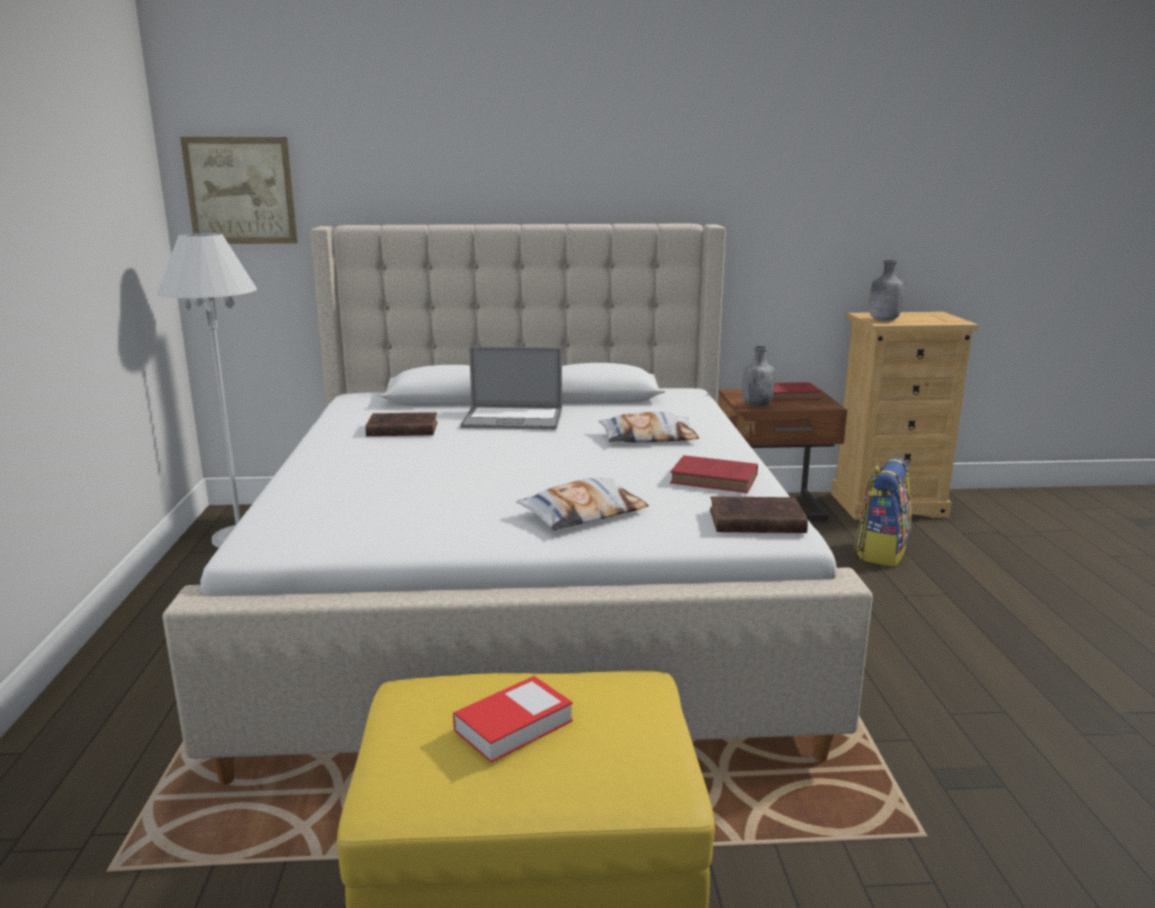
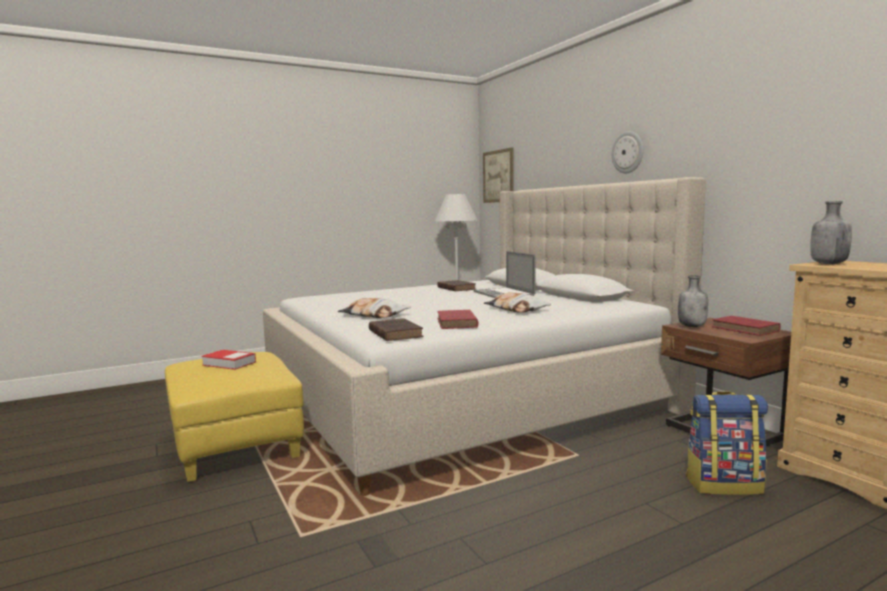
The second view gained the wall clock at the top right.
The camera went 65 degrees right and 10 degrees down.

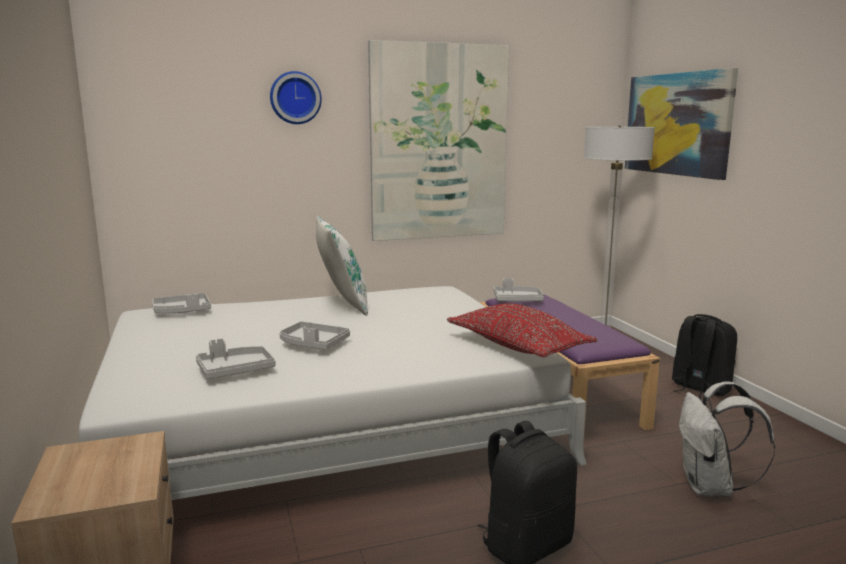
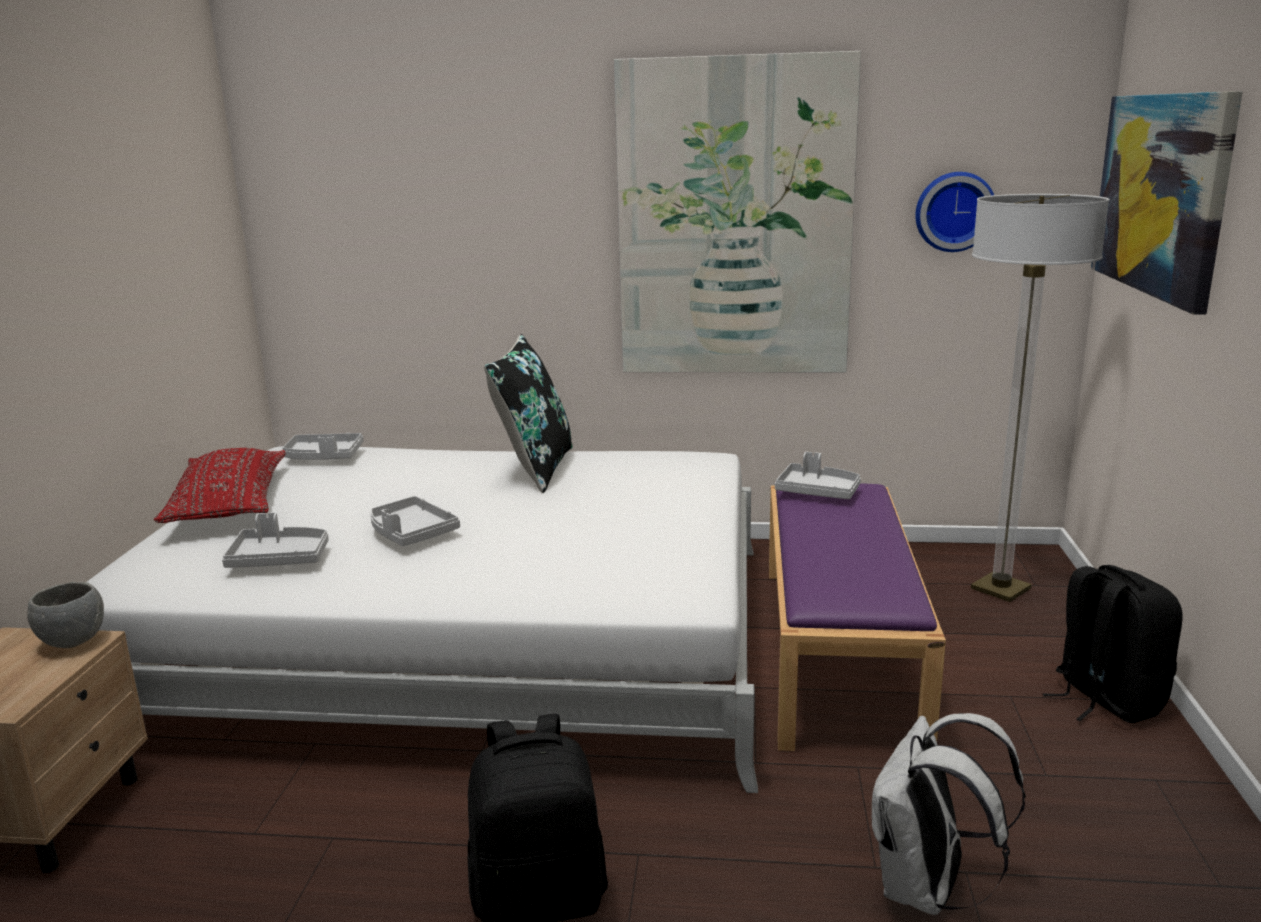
The second view gained the bowl in grey at the bottom left.
The pillow in red ended up elsewhere, having gone from the centre to the middle left.
What was the pillow in white at the centre turned into the pillow in black at the centre.
The wall clock ended up elsewhere, having gone from the top centre to the top right.
The camera went 25 degrees right and 5 degrees up.

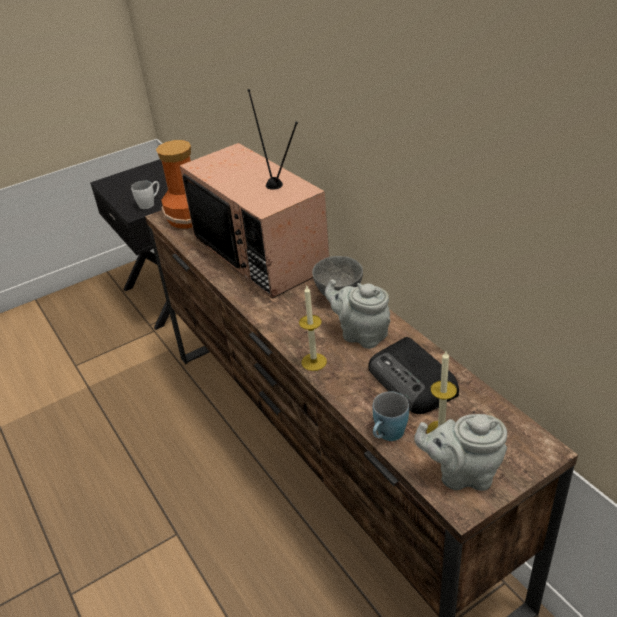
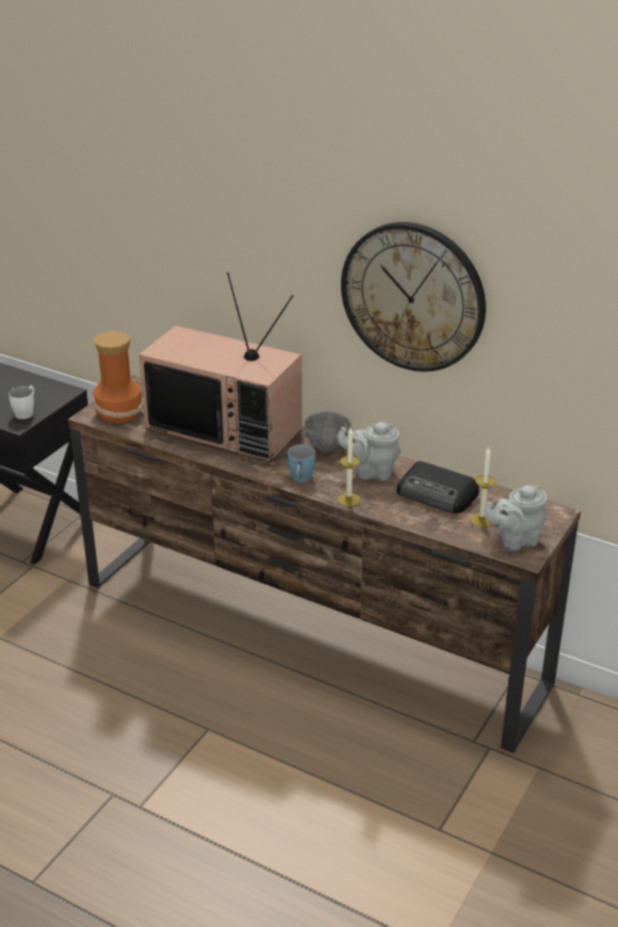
The mug in blue ended up elsewhere, having gone from the bottom centre to the centre.
The second view gained the wall clock at the top right.
The camera went 30 degrees left and 5 degrees down.

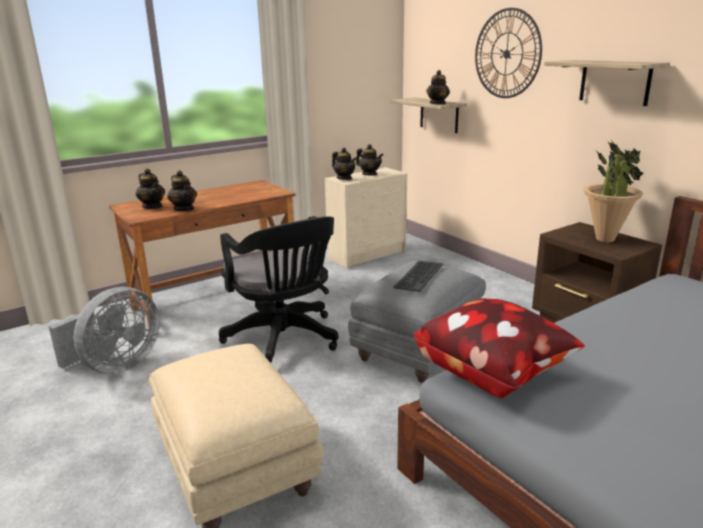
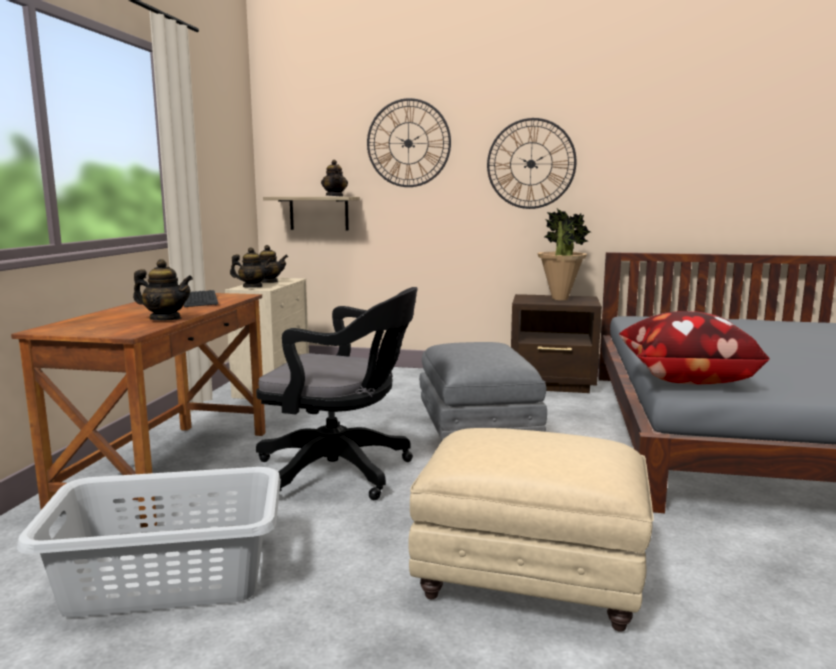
Where the fan in grey stood at the middle left, the laundry basket in grey came to stand at the bottom left.
The keyboard ended up elsewhere, having gone from the centre to the middle left.
Where the shelf (no. 2 from left) hung at the top right, the wall clock (no. 2 from left) came to hang at the top centre.
The second view lost the teapot (no. 1 from left) at the middle left.
The camera went 45 degrees left and 10 degrees down.

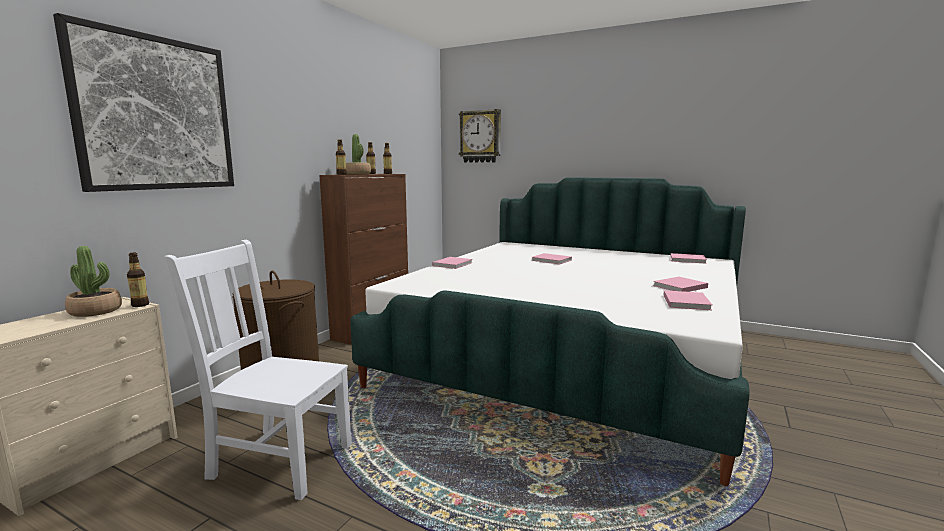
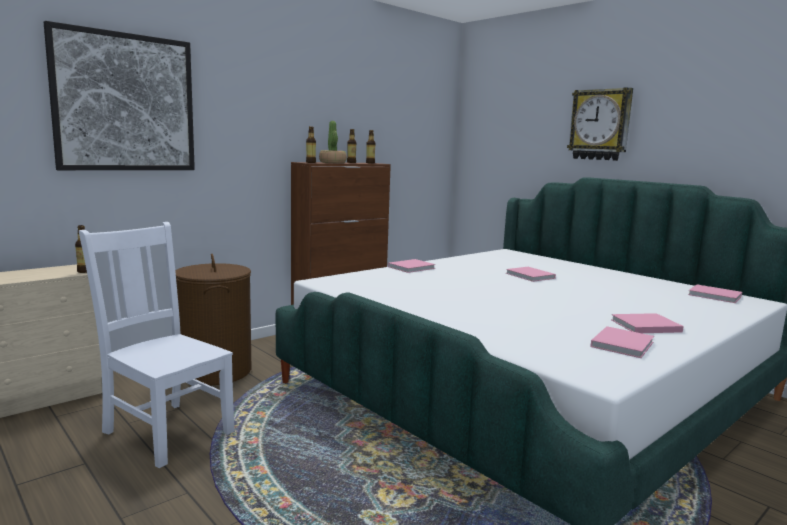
The wall clock ended up elsewhere, having gone from the top centre to the top right.
The second view lost the potted plant (no. 1 from left) at the middle left.
The camera went 20 degrees right and 0 degrees up.

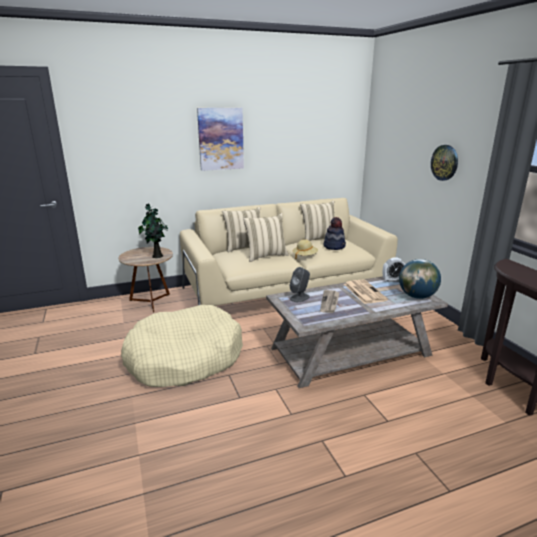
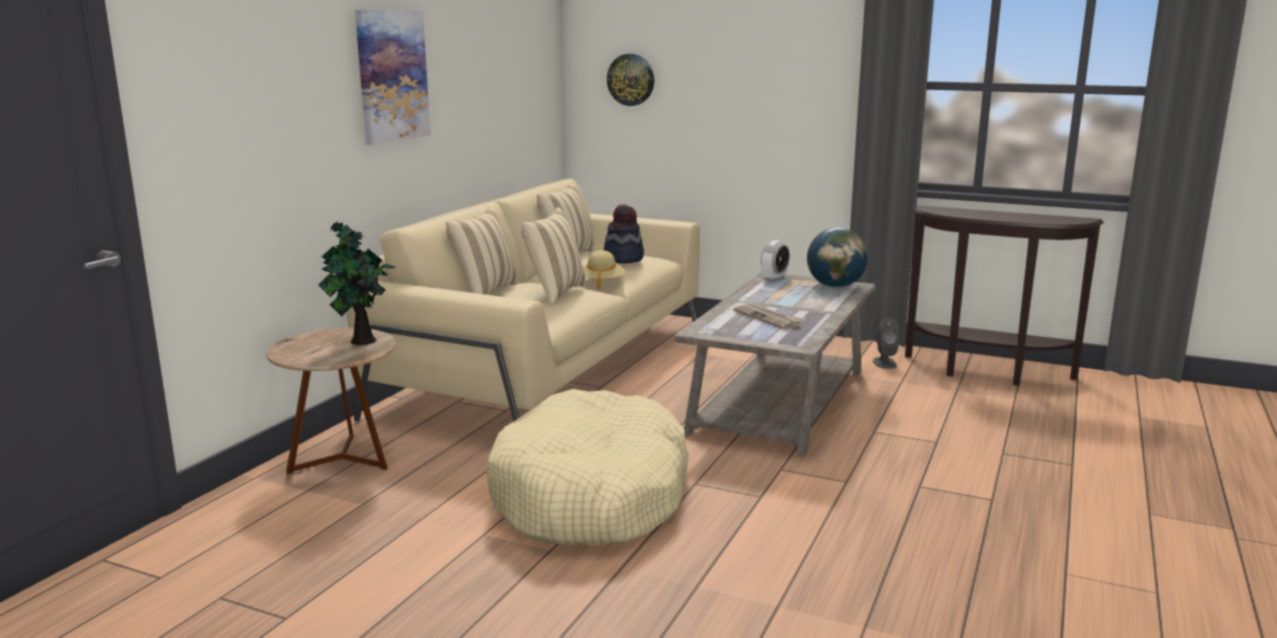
The wall clock ended up elsewhere, having gone from the top right to the top centre.
The speaker in grey ended up elsewhere, having gone from the centre to the middle right.
The second view lost the newspaper (no. 2 from left) at the middle right.
The camera went 45 degrees left and 5 degrees down.

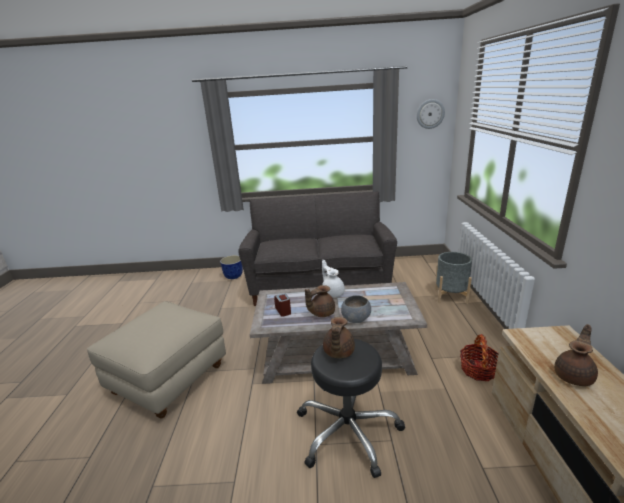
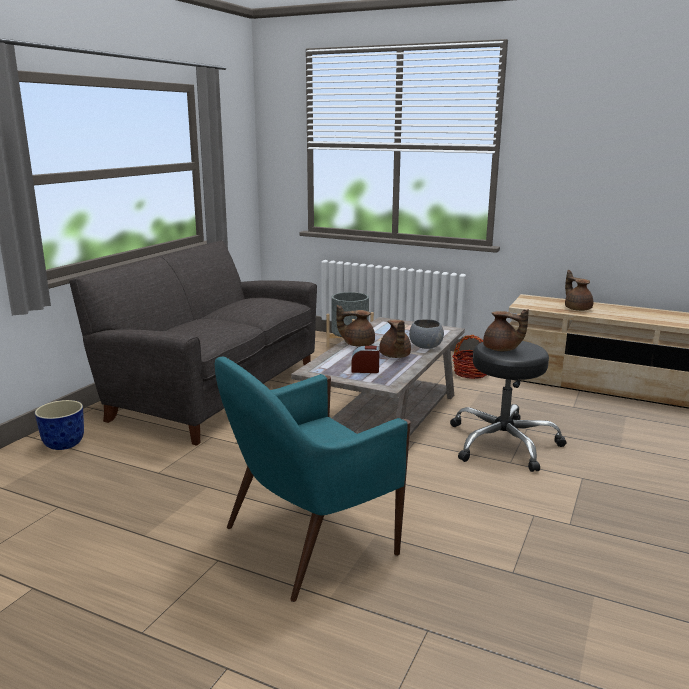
Where the ottoman in beige stood at the bottom left, the armchair in turquoise came to stand at the bottom centre.
What was the teapot in white at the centre turned into the teapot in brown (no. 1 from left) at the centre.
The second view lost the wall clock at the top right.
The camera went 65 degrees left and 5 degrees down.

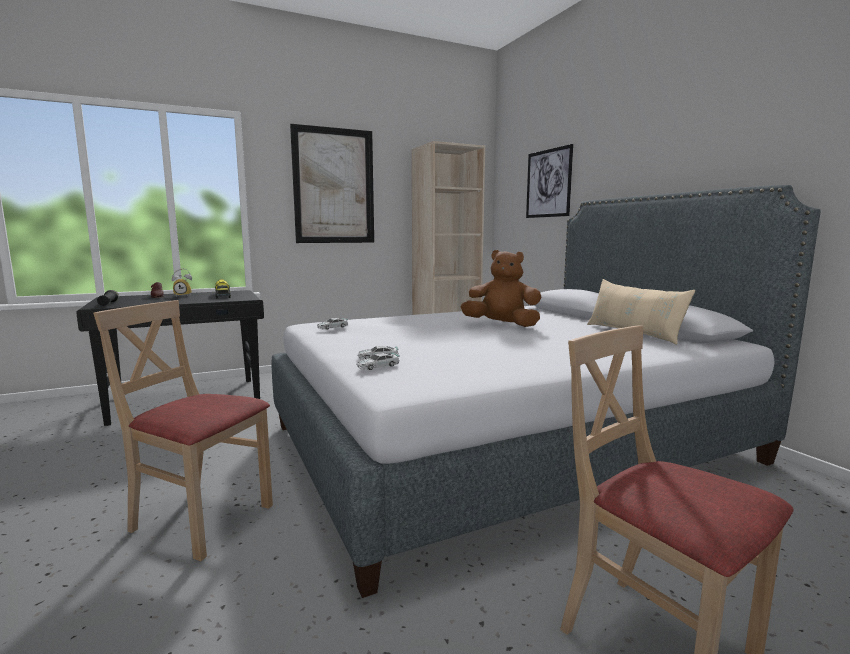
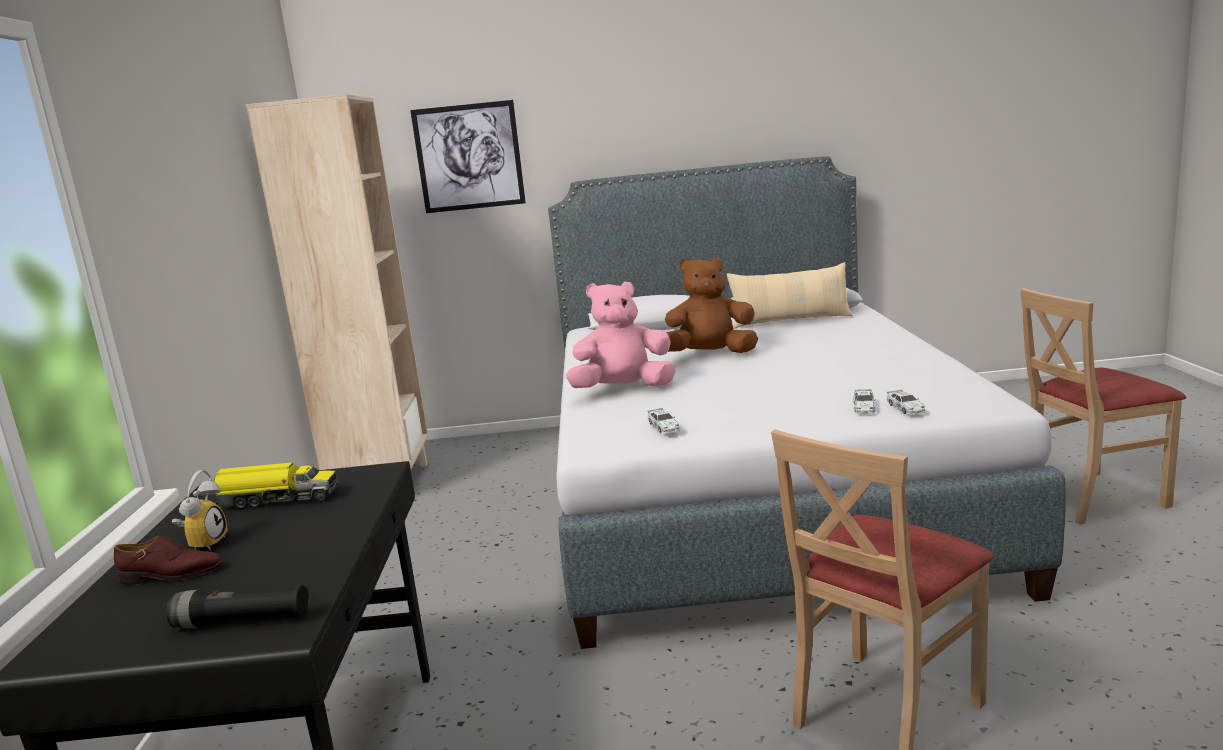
The second view gained the plush toy in pink at the centre.
The plush toy in brown at the centre ended up facing another way, 45 degrees clockwise from before.
The second view lost the picture (no. 1 from left) at the top centre.
The camera went 65 degrees left and 5 degrees up.

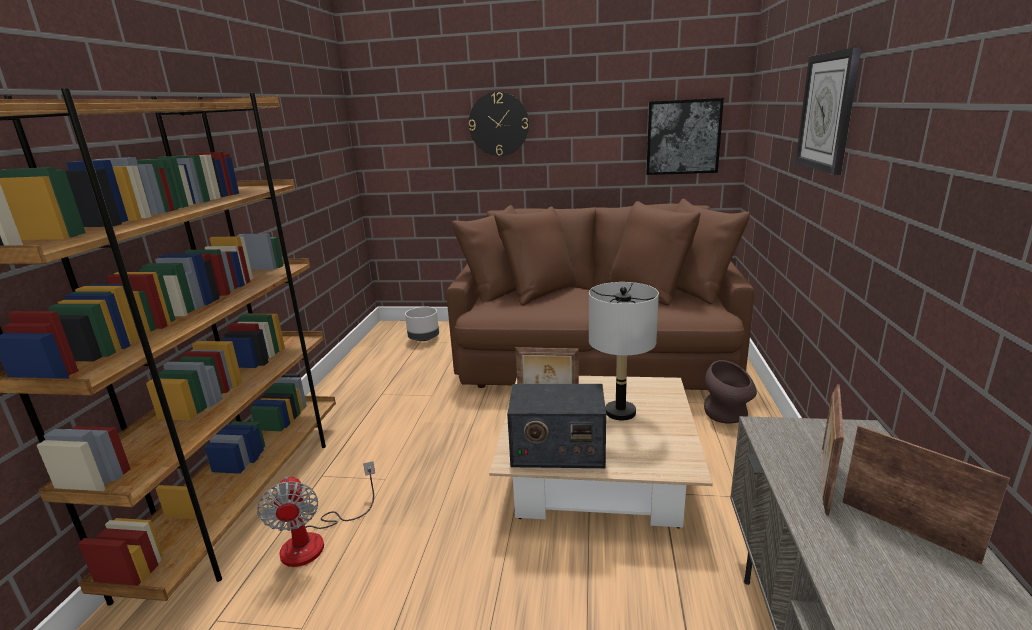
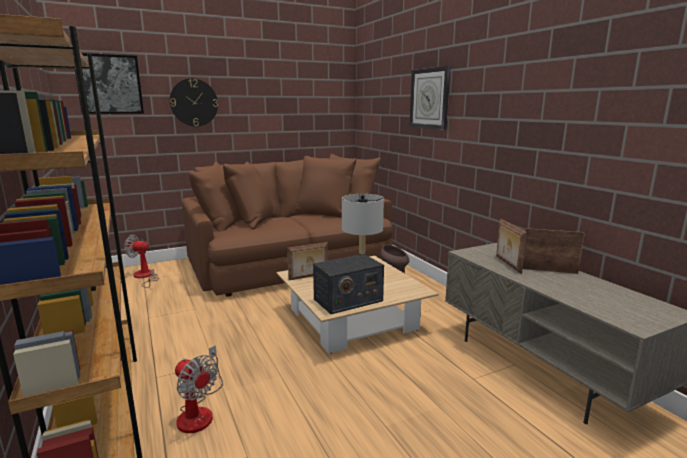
The picture ended up elsewhere, having gone from the top centre to the top left.
Where the planter in grey stood at the centre, the fan (no. 1 from left) came to stand at the middle left.
The camera went 35 degrees left and 5 degrees down.

